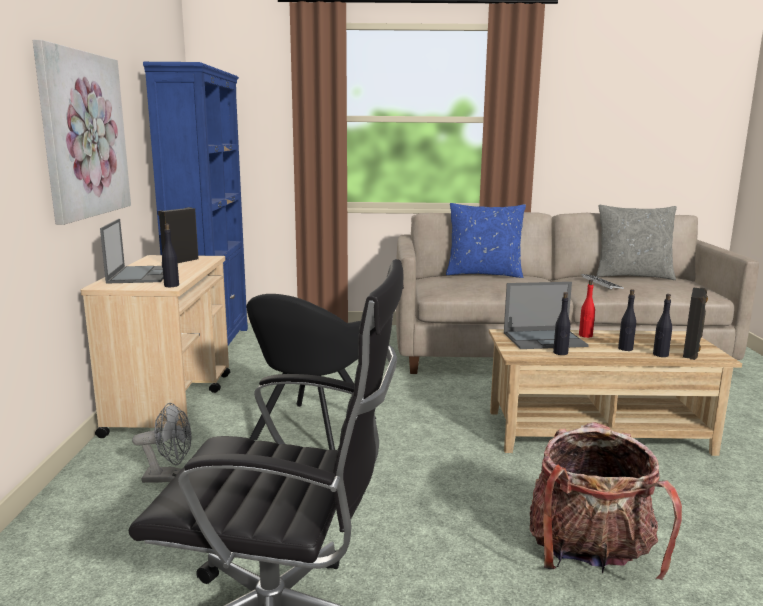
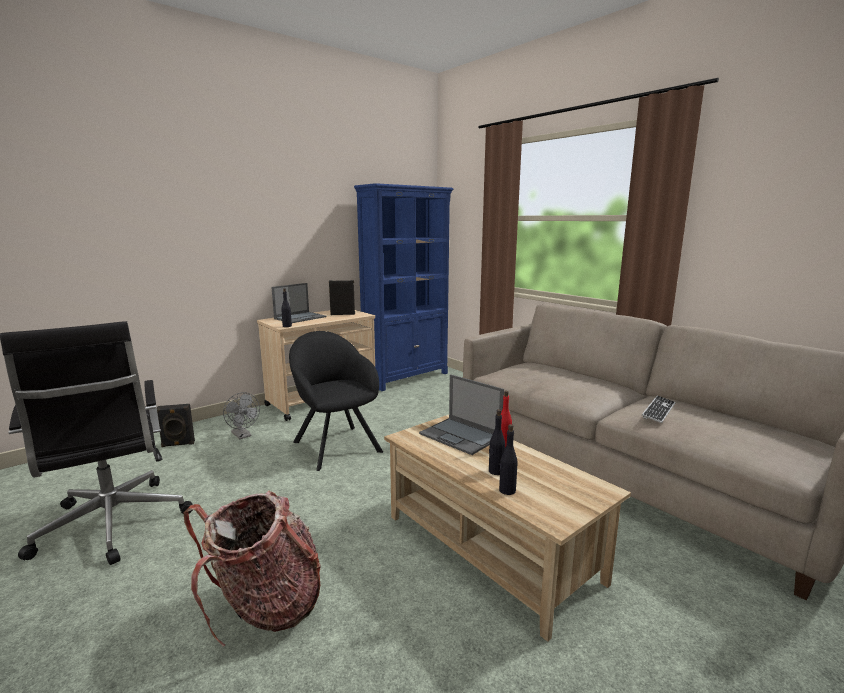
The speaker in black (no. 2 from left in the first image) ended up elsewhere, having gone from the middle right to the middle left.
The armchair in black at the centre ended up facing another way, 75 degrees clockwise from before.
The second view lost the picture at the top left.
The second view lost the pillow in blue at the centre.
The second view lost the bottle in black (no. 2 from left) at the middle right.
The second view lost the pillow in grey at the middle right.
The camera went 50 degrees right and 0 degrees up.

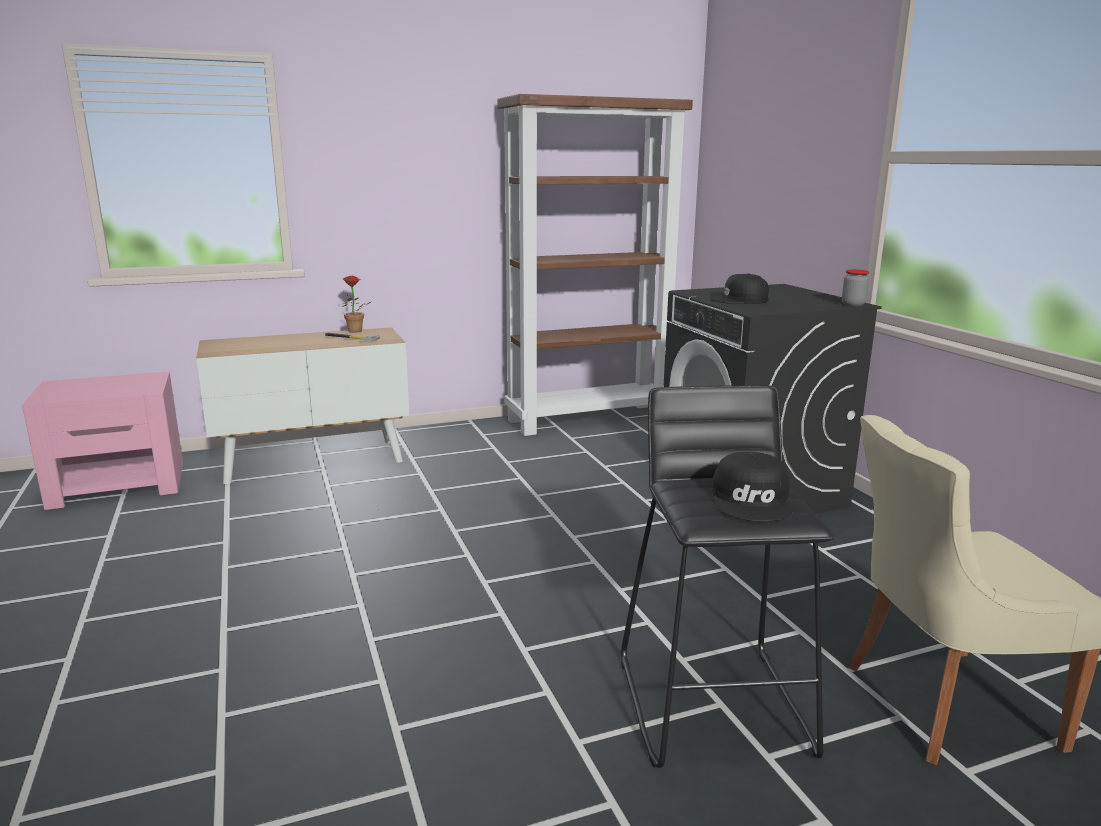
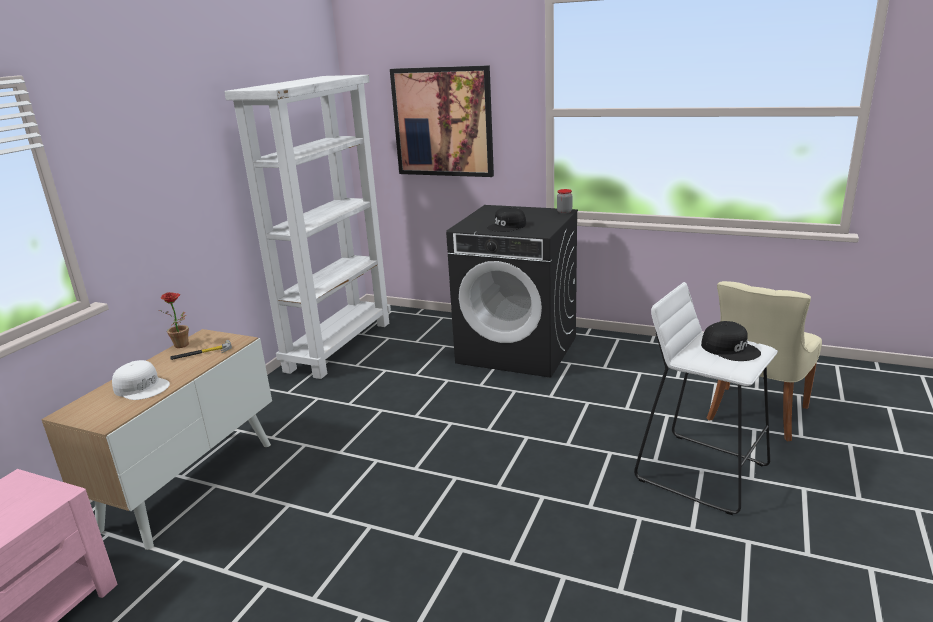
The second view gained the cap in white at the middle left.
What was the bookcase in brown at the top centre turned into the bookcase in white at the middle left.
The second view gained the picture at the top centre.
What was the stool in black at the bottom centre turned into the stool in white at the middle right.
The camera went 45 degrees left and 5 degrees up.

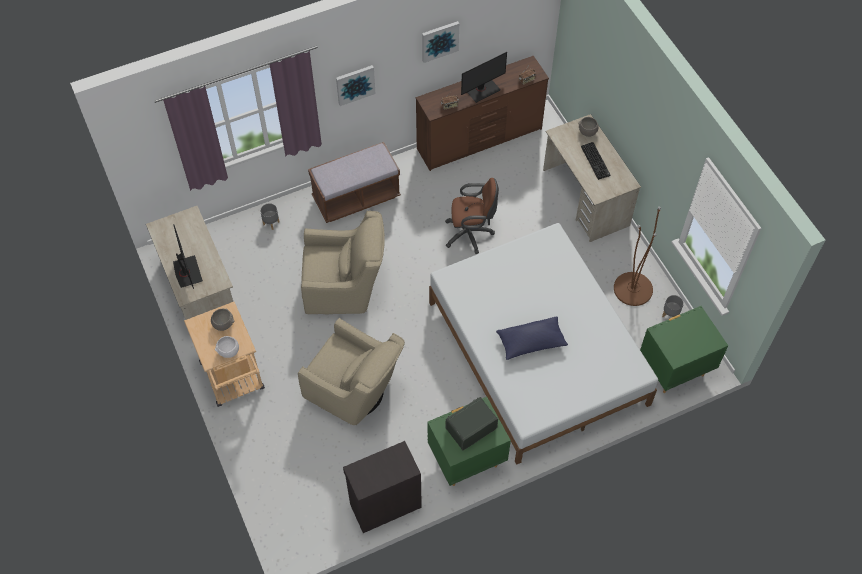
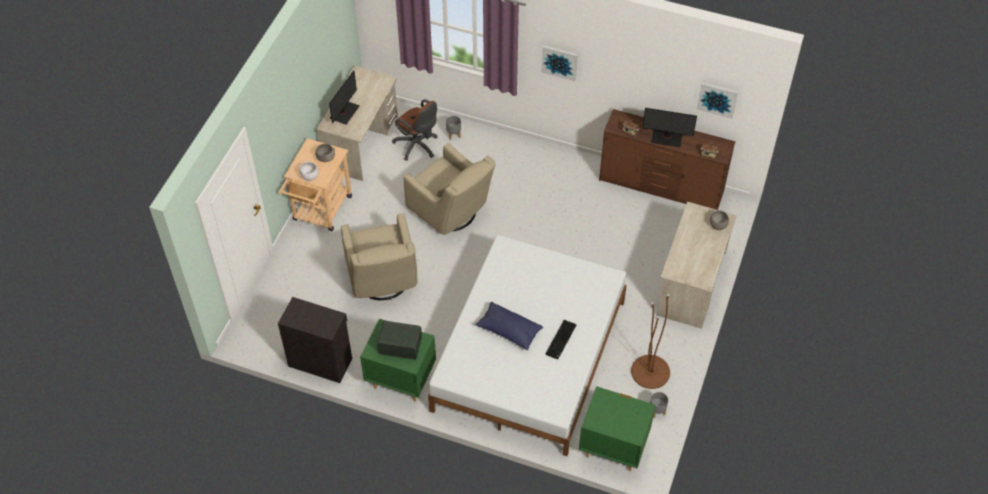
The office chair in brown ended up elsewhere, having gone from the centre to the top centre.
The keyboard ended up elsewhere, having gone from the top right to the bottom centre.
The picture (no. 2 from left) ended up elsewhere, having gone from the top centre to the top right.
The second view lost the bench in brown at the top centre.
The camera went 45 degrees right and 5 degrees down.

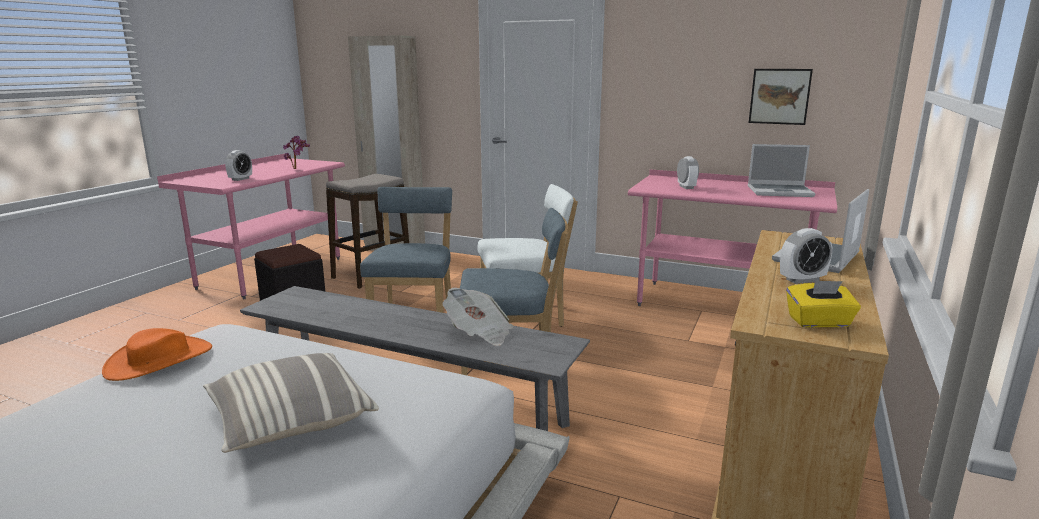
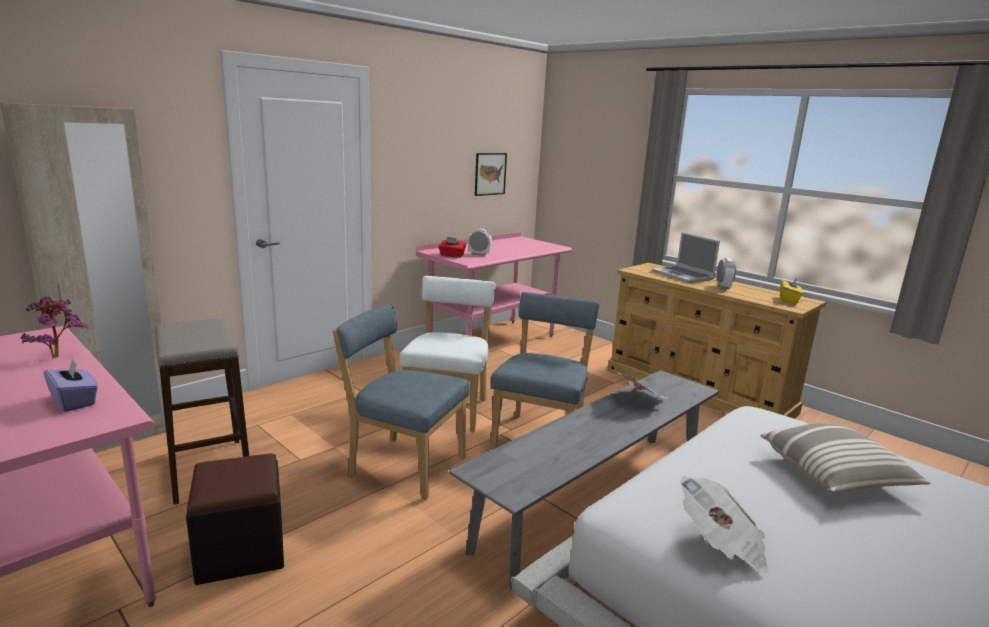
Where the alarm clock (no. 1 from left) stood at the top left, the tissue box in purple came to stand at the middle left.
The second view gained the tissue box in red at the centre.
Where the hat in orange stood at the bottom left, the newspaper (no. 2 from left) came to stand at the bottom right.
The second view lost the laptop (no. 1 from left) at the top right.
The camera went 70 degrees left and 0 degrees up.

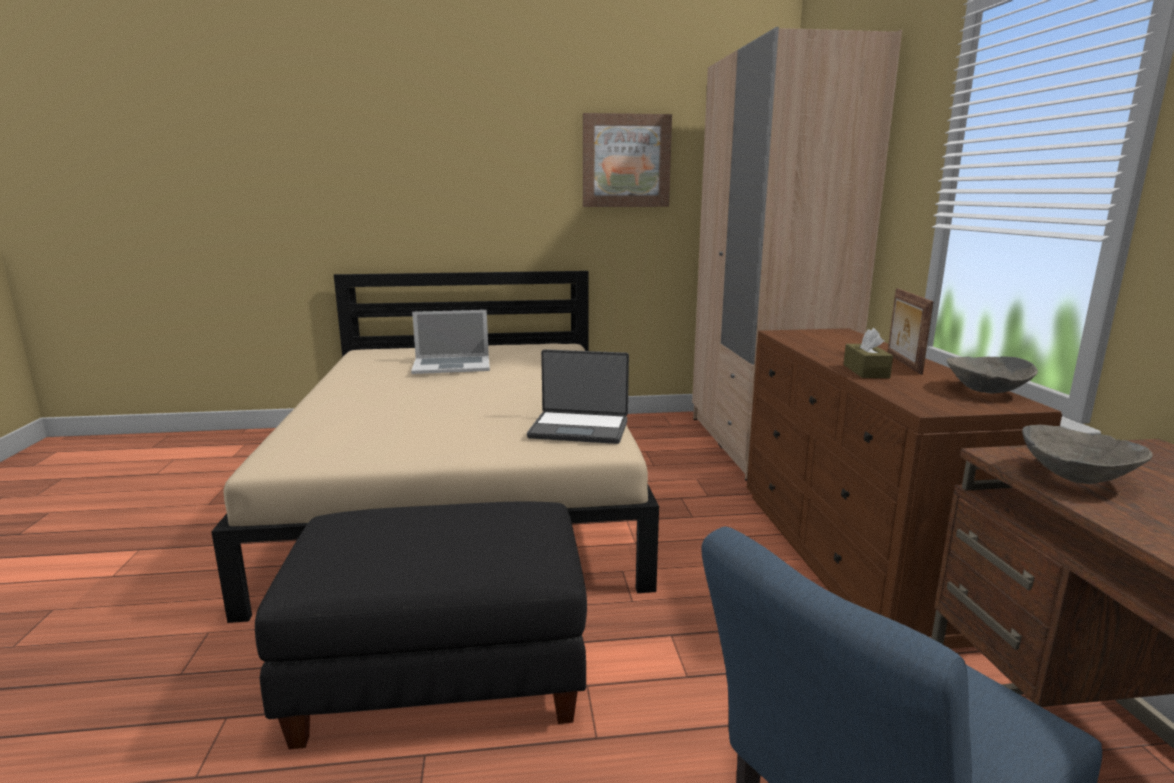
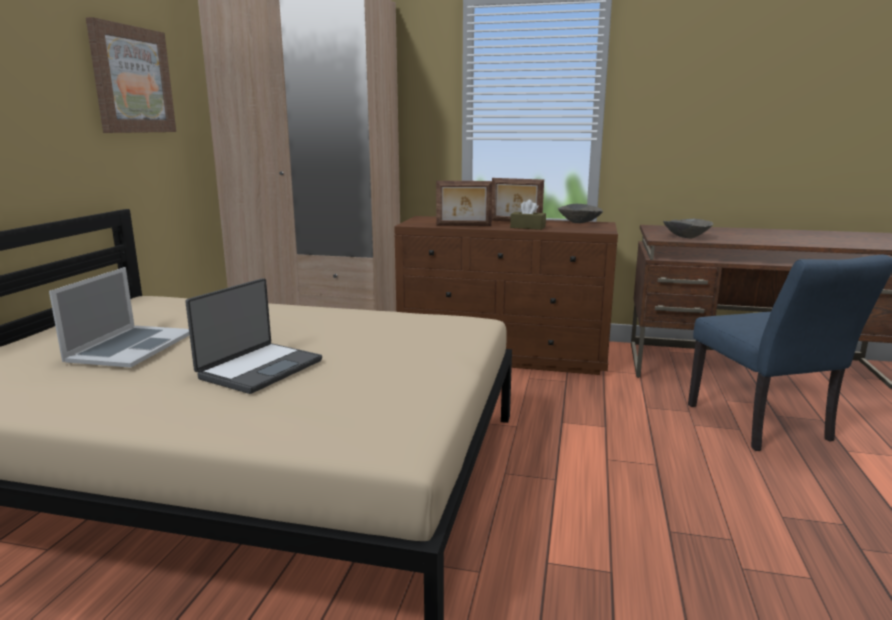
The laptop (no. 2 from left) ended up elsewhere, having gone from the centre to the middle left.
The second view gained the picture frame (no. 1 from left) at the top centre.
The second view lost the ottoman in black at the bottom centre.
The camera went 70 degrees left and 0 degrees up.

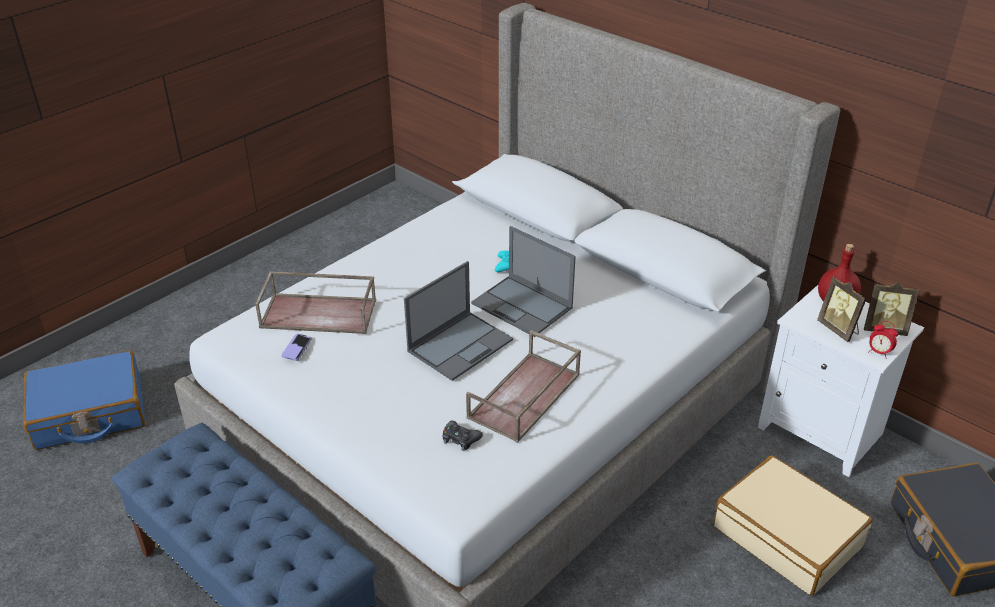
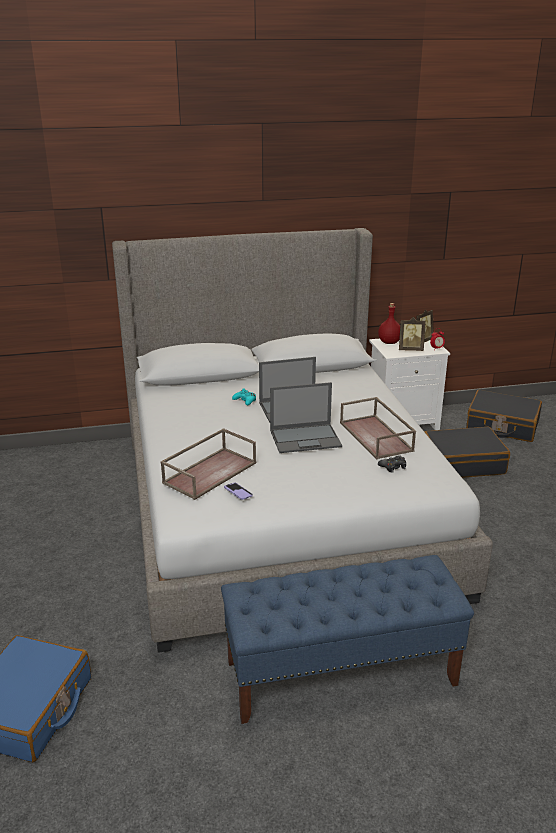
The laptop (no. 1 from left in the first image) at the centre ended up facing another way, 90 degrees clockwise from before.
What was the suitcase in beige at the bottom right turned into the suitcase in black (no. 1 from left) at the middle right.
The camera went 55 degrees left and 10 degrees down.

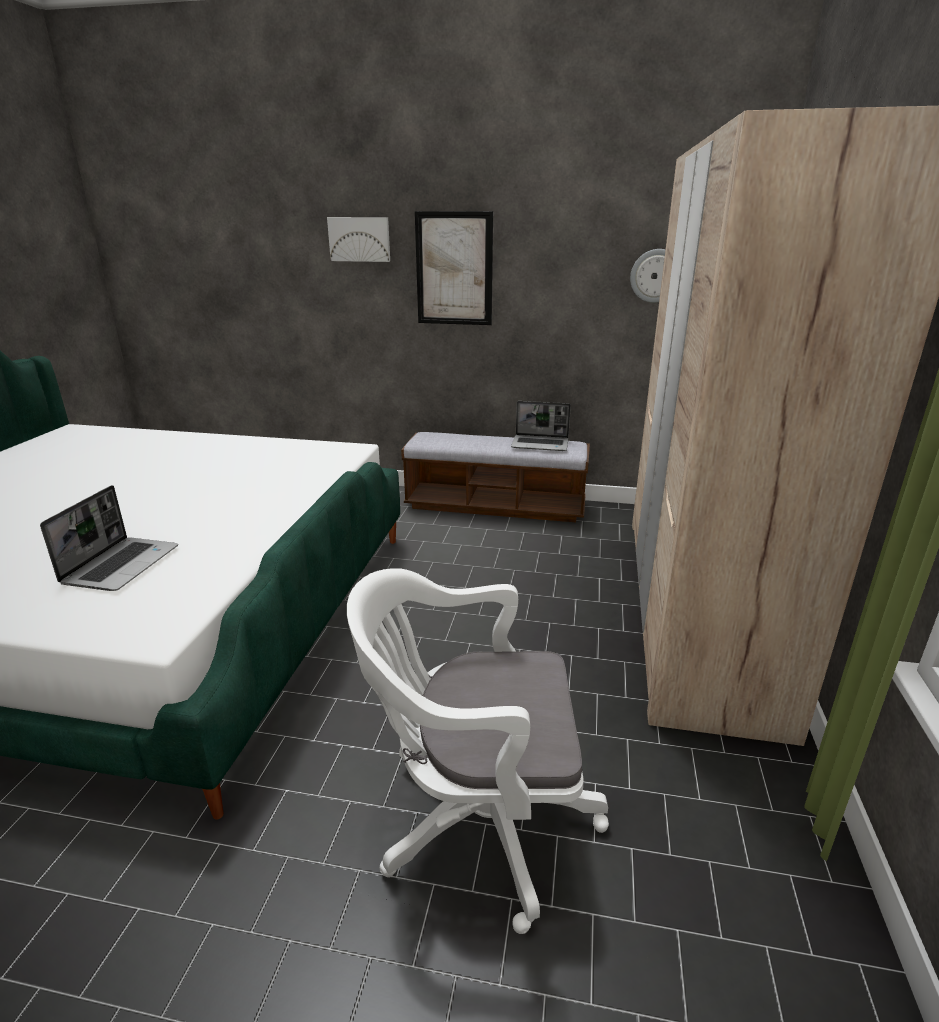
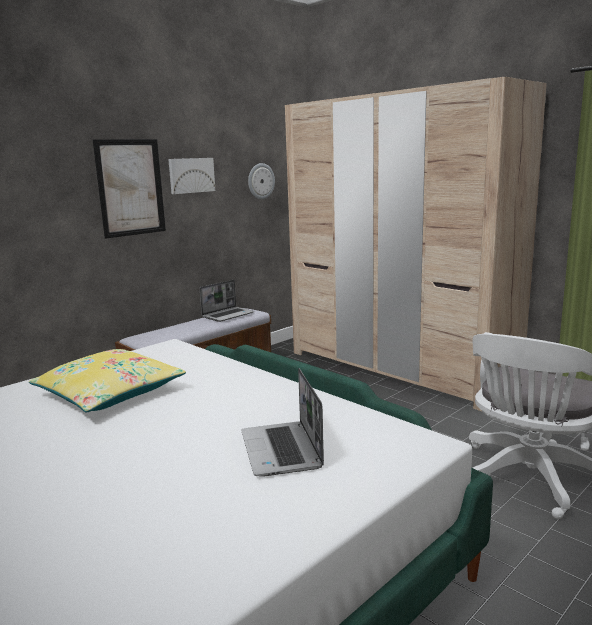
The second view gained the pillow in yellow at the middle left.
The picture (no. 1 from left in the first image) ended up elsewhere, having gone from the top centre to the top left.
The laptop (no. 1 from left in the first image) at the middle left ended up facing another way, 150 degrees counterclockwise from before.
The camera went 55 degrees left and 10 degrees down.

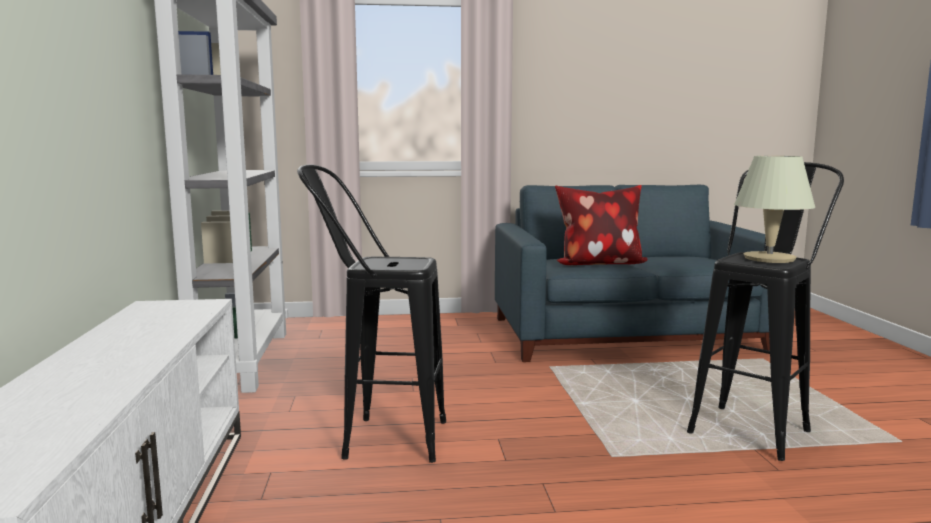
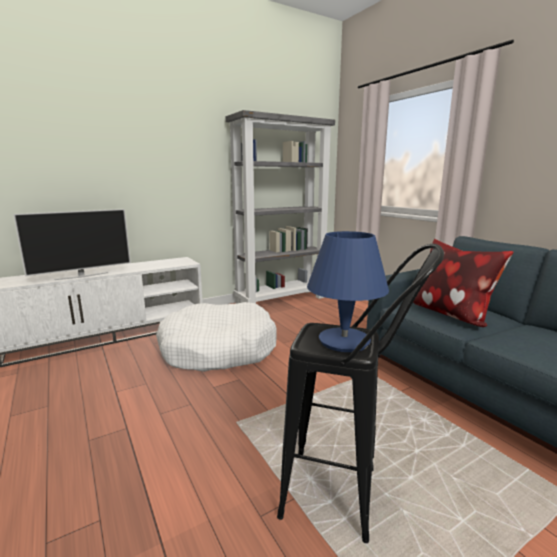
The second view gained the television at the middle left.
Where the stool in black (no. 1 from left) stood at the centre, the dog bed in white came to stand at the centre.
What was the table lamp in beige at the middle right turned into the table lamp in blue at the centre.
The camera went 65 degrees right and 5 degrees up.

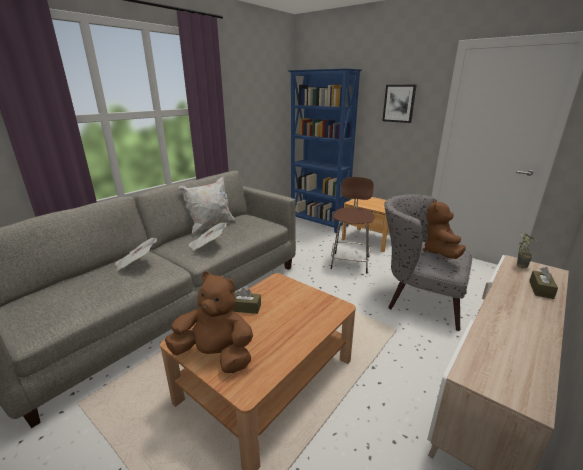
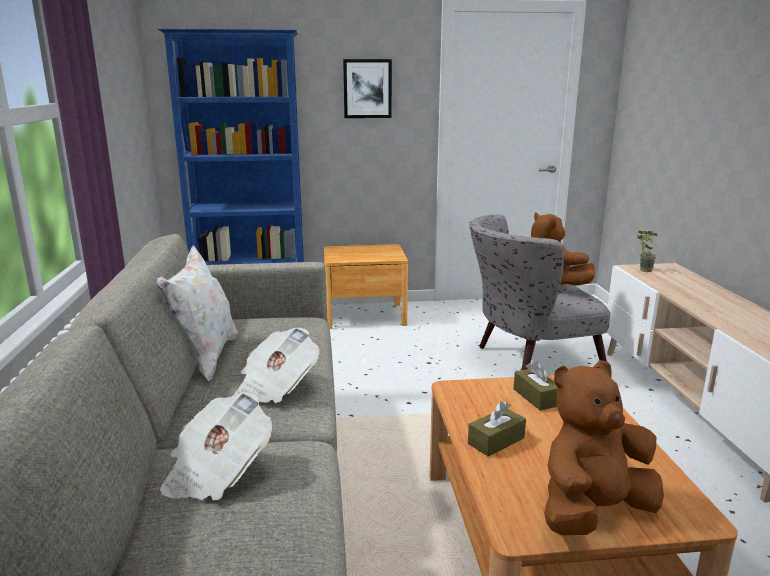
The tissue box in brown (no. 2 from left) ended up elsewhere, having gone from the middle right to the bottom right.
The second view lost the stool in brown at the centre.
The camera went 45 degrees left and 5 degrees down.

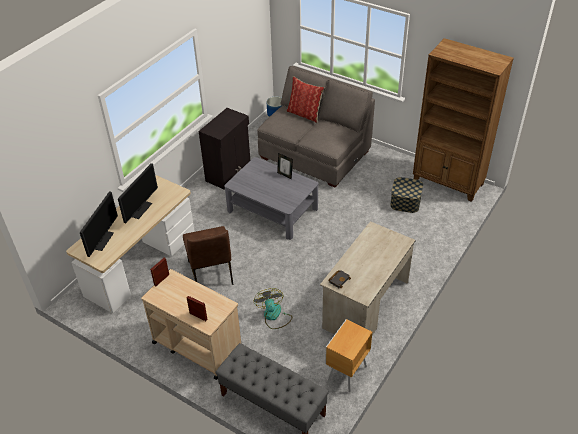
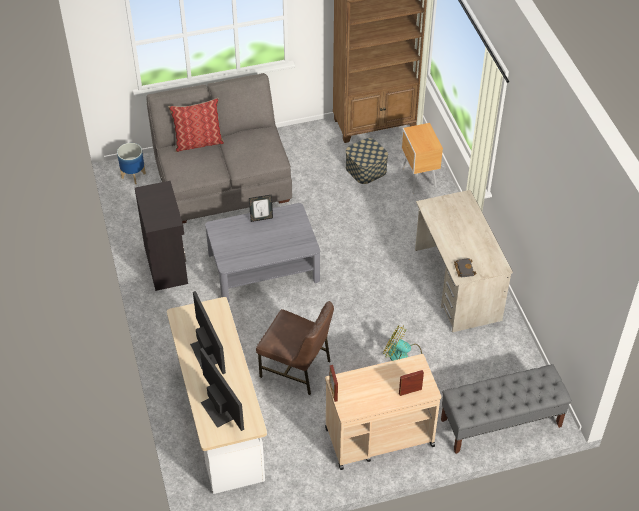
The nightstand in brown ended up elsewhere, having gone from the bottom centre to the top centre.
The camera went 50 degrees left and 5 degrees up.

